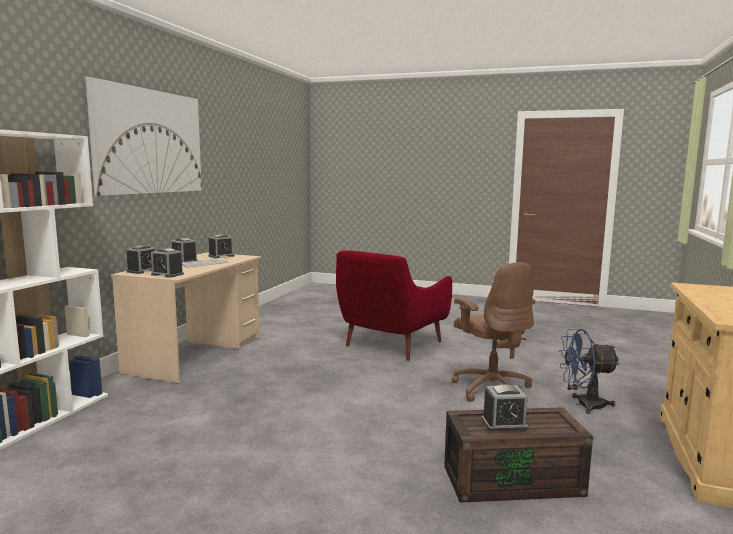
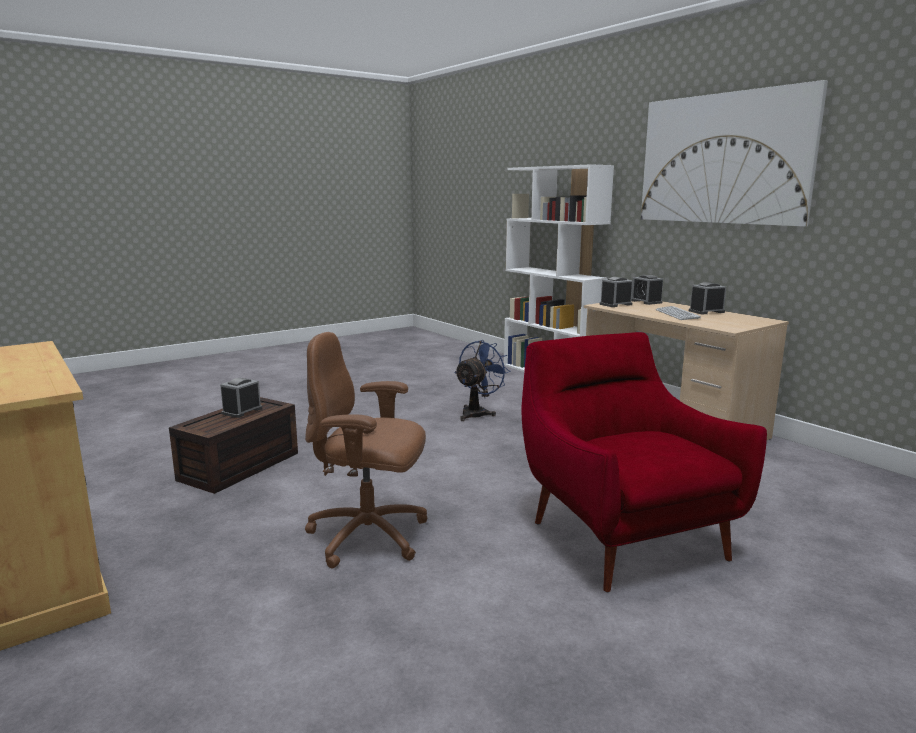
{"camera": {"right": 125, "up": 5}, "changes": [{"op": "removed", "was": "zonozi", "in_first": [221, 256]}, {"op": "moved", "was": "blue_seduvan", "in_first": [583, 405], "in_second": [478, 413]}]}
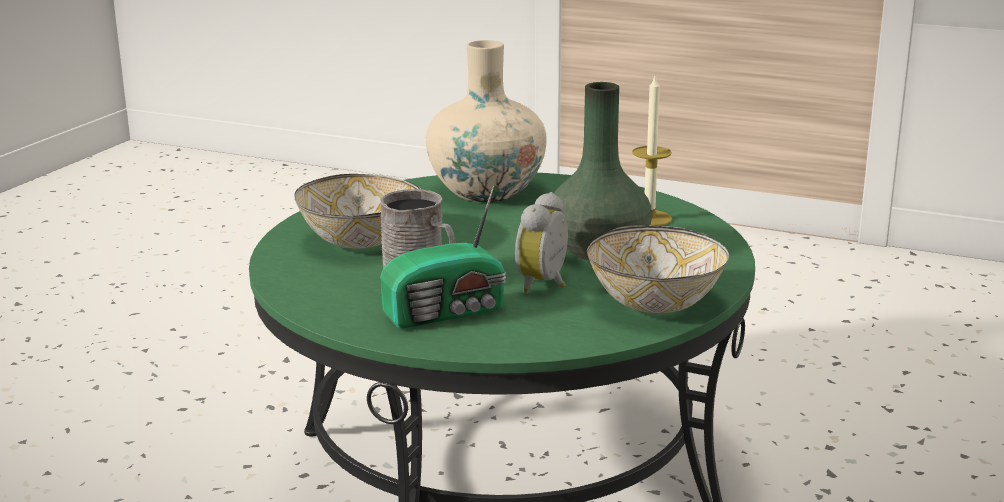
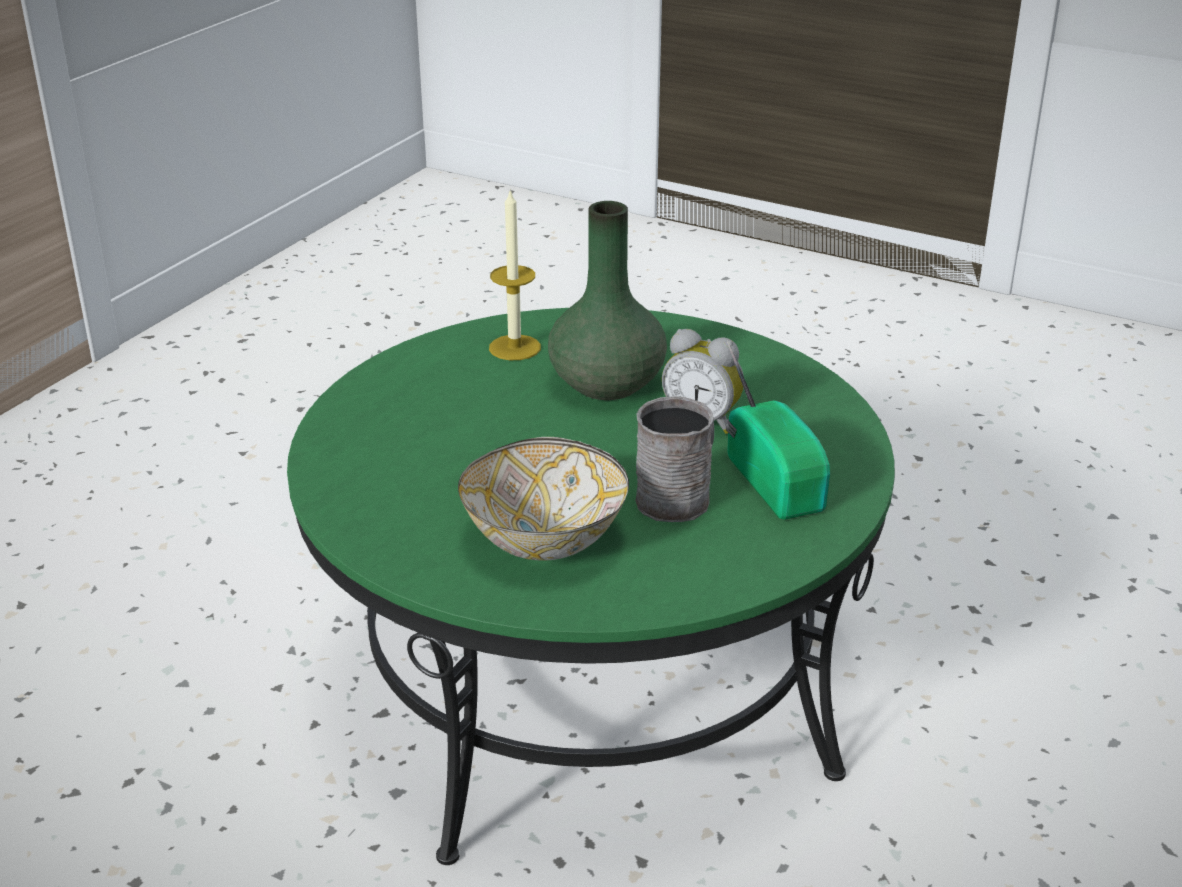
{"camera": {"right": -85, "up": 10}, "changes": [{"op": "removed", "was": "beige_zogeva", "in_first": [486, 191]}, {"op": "removed", "was": "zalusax", "in_first": [655, 303]}]}
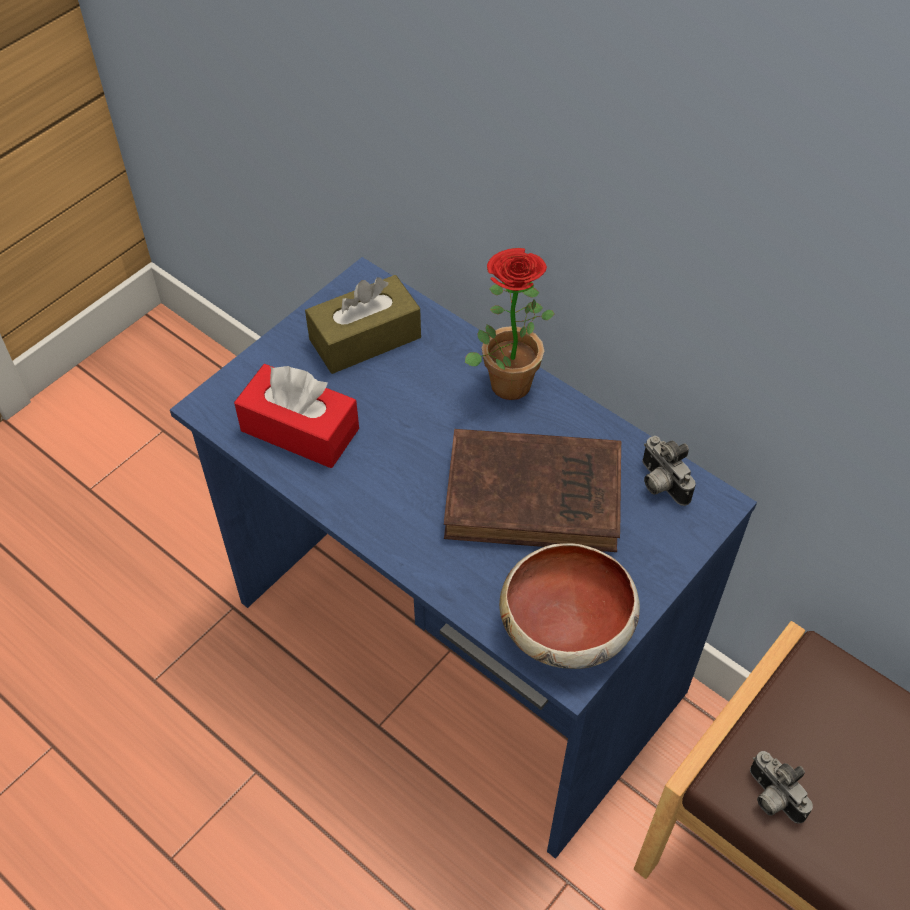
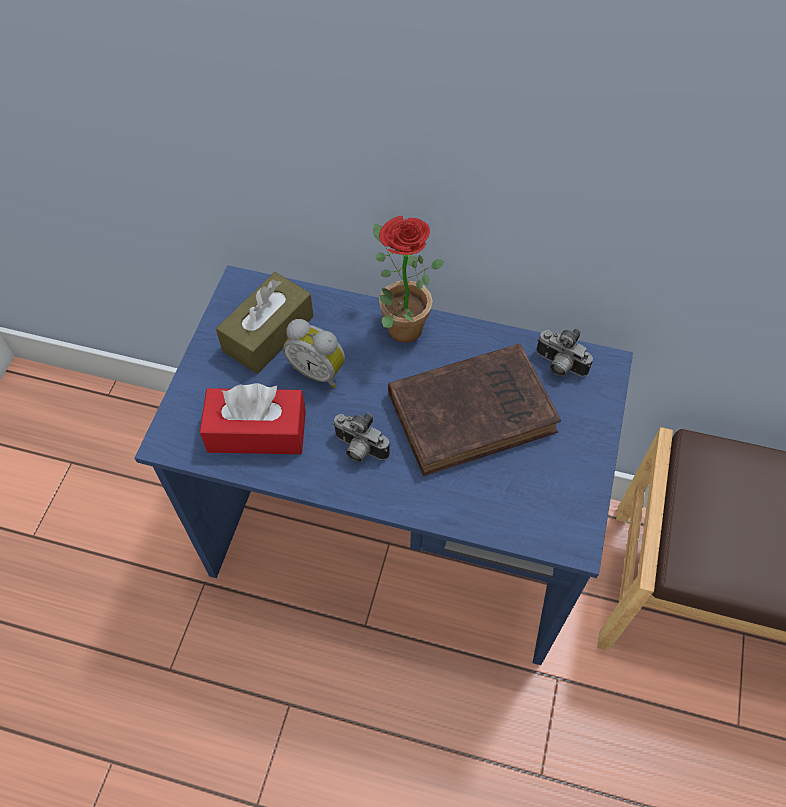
{"camera": {"right": -25, "up": 5}, "changes": [{"op": "removed", "was": "zalusax", "in_first": [567, 625]}, {"op": "moved", "was": "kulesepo", "in_first": [771, 798], "in_second": [359, 449]}, {"op": "added", "now": "zonozi", "in_second": [318, 371]}]}
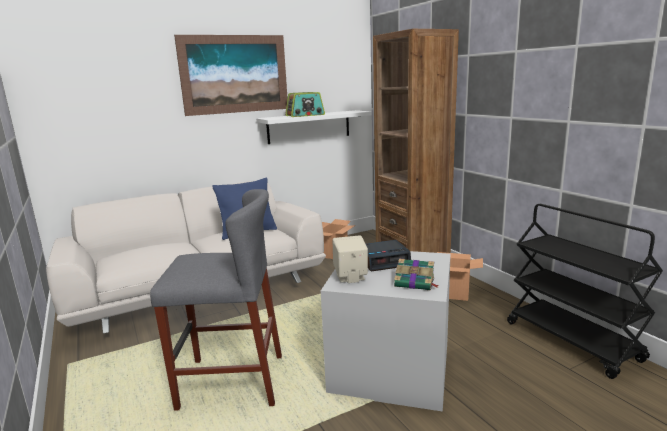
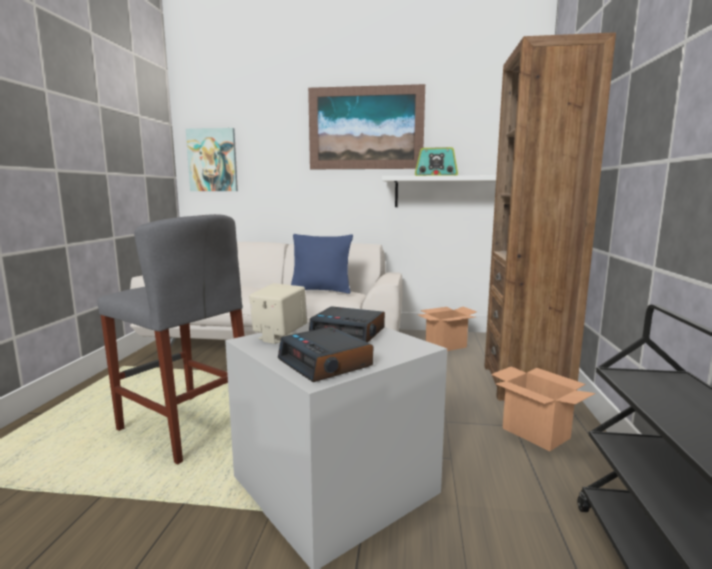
{"camera": {"right": 35, "up": -5}, "changes": [{"op": "replaced", "was": "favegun", "now": "zonozi", "in_first": [415, 283], "in_second": [326, 363]}, {"op": "added", "now": "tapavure", "in_second": [212, 160]}]}
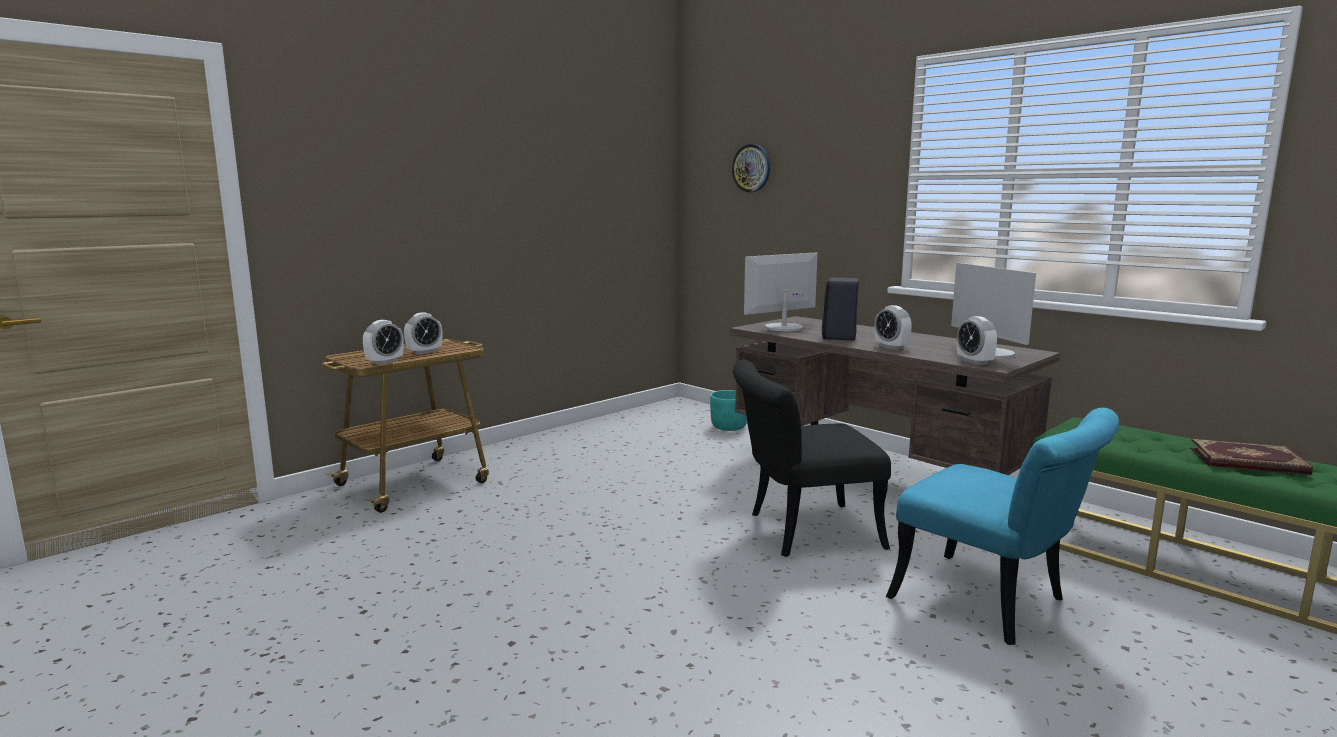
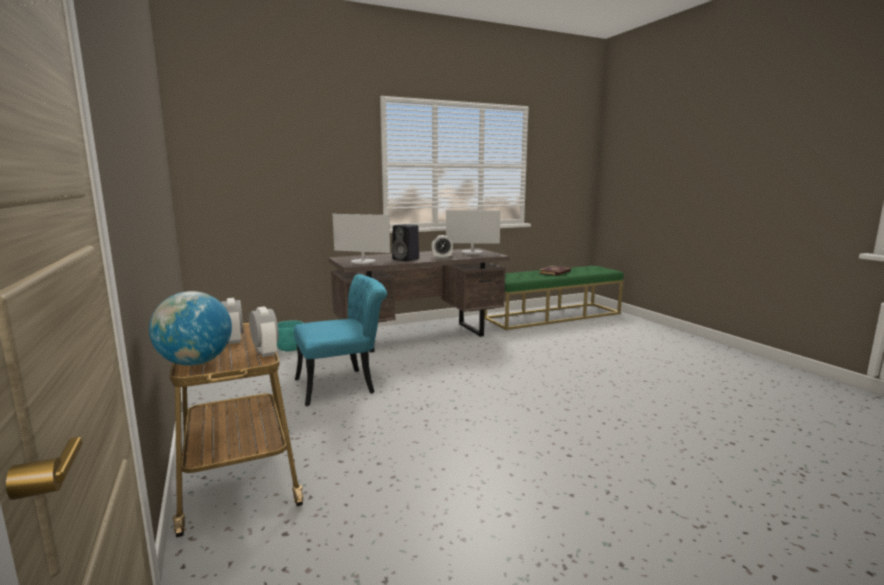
{"camera": {"right": -70, "up": 0}, "changes": [{"op": "removed", "was": "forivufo", "in_first": [751, 168]}, {"op": "turned", "was": "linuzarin", "in_first": [783, 328], "in_second": [363, 262], "clockwise": -60}, {"op": "removed", "was": "zonozi", "in_first": [974, 362]}, {"op": "removed", "was": "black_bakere", "in_first": [801, 532]}, {"op": "moved", "was": "turquoise_bakere", "in_first": [994, 604], "in_second": [343, 385]}, {"op": "added", "now": "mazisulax", "in_second": [195, 363]}]}
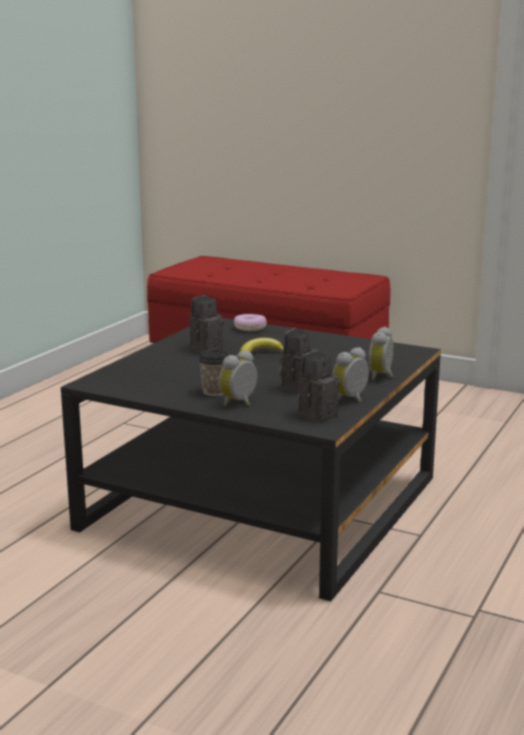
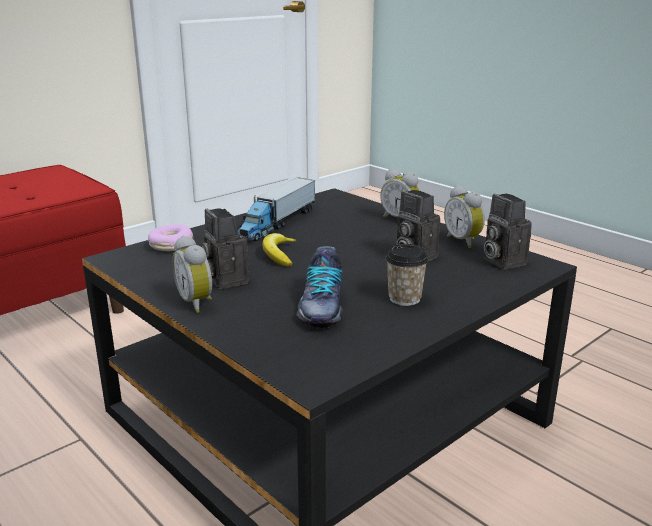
{"camera": {"right": -70, "up": 5}, "changes": [{"op": "moved", "was": "zonozi", "in_first": [240, 403], "in_second": [197, 302]}, {"op": "added", "now": "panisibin", "in_second": [277, 223]}, {"op": "added", "now": "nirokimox", "in_second": [320, 307]}]}
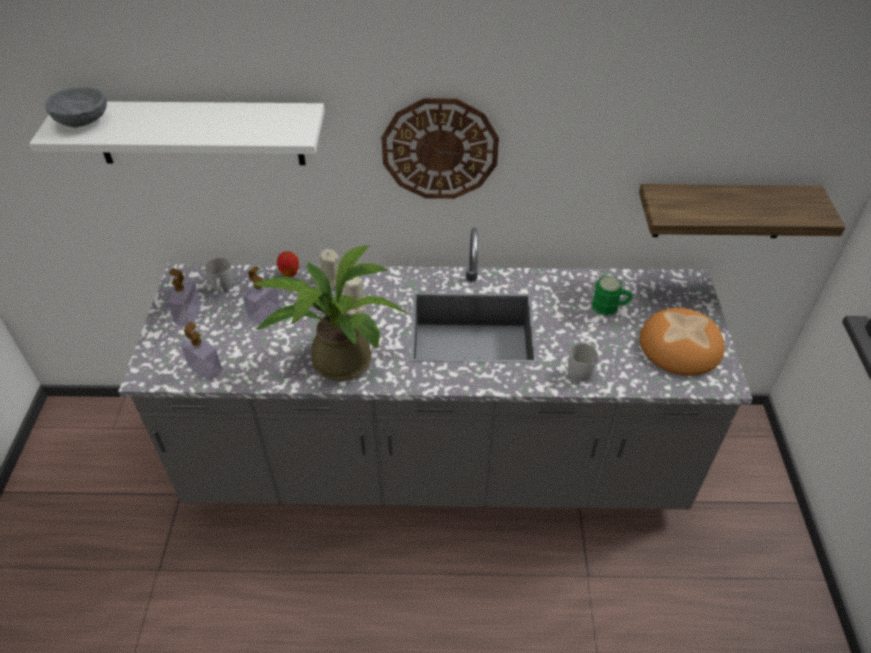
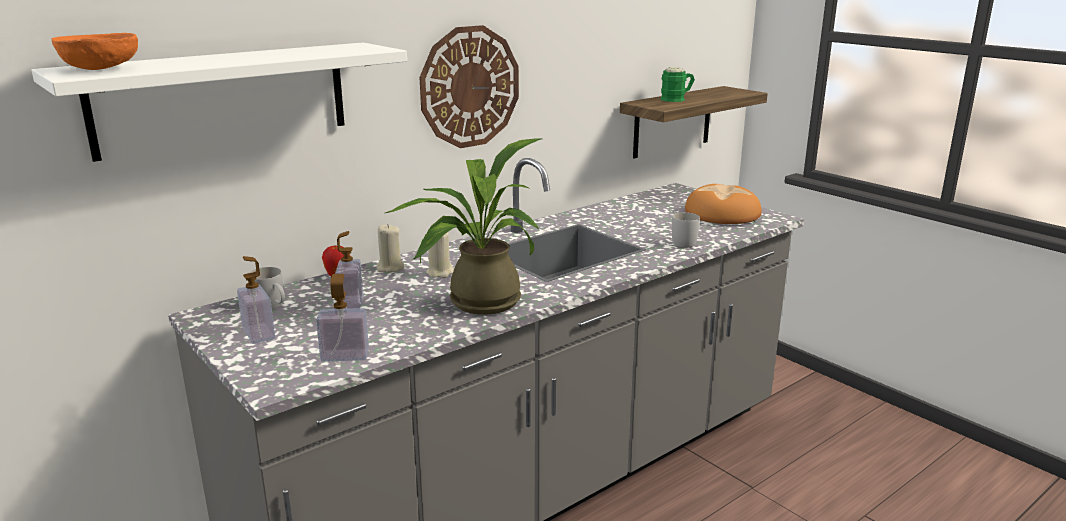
{"camera": {"right": -40, "up": -25}, "changes": [{"op": "recoloured", "was": "grey_zalusax", "now": "orange_zalusax", "in_first": [82, 121], "in_second": [101, 69]}, {"op": "moved", "was": "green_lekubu", "in_first": [610, 307], "in_second": [677, 99]}]}
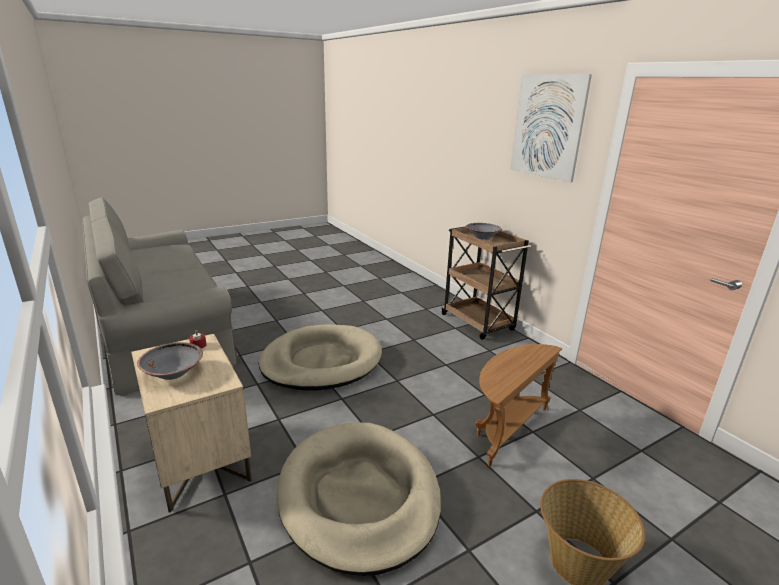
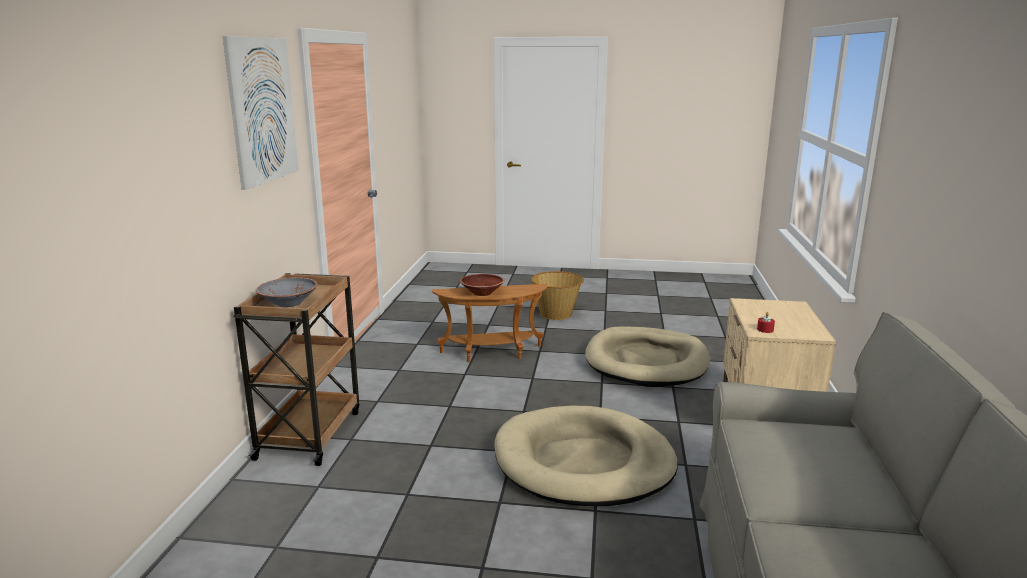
{"camera": {"right": -140, "up": -5}, "changes": [{"op": "removed", "was": "grey_zalusax", "in_first": [173, 373]}, {"op": "added", "now": "brown_zalusax", "in_second": [482, 293]}]}
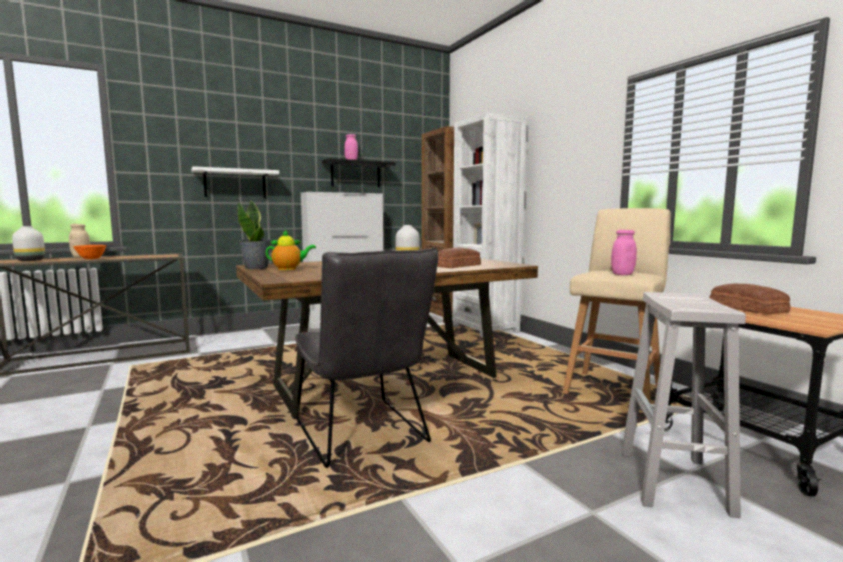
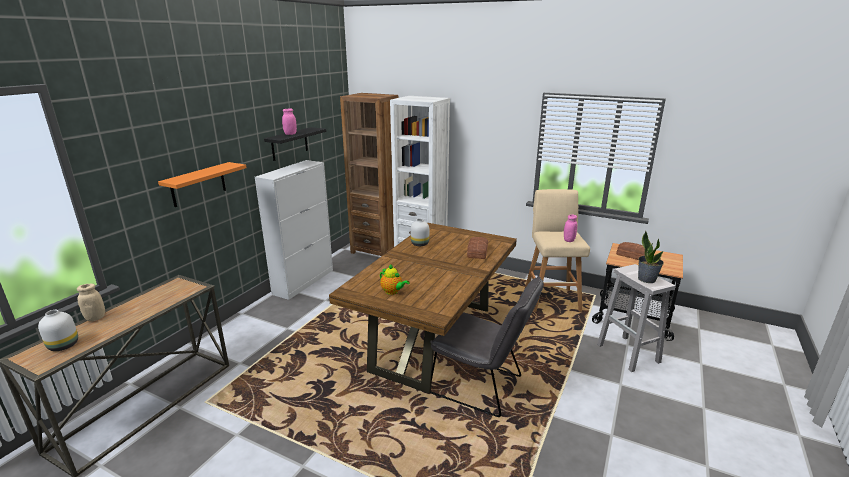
{"camera": {"right": -35, "up": 15}, "changes": [{"op": "recoloured", "was": "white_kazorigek", "now": "orange_kazorigek", "in_first": [235, 184], "in_second": [198, 184]}, {"op": "moved", "was": "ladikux", "in_first": [256, 268], "in_second": [646, 279]}, {"op": "turned", "was": "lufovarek", "in_first": [289, 269], "in_second": [393, 292], "clockwise": 90}, {"op": "removed", "was": "orange_zalusax", "in_first": [91, 259]}]}
